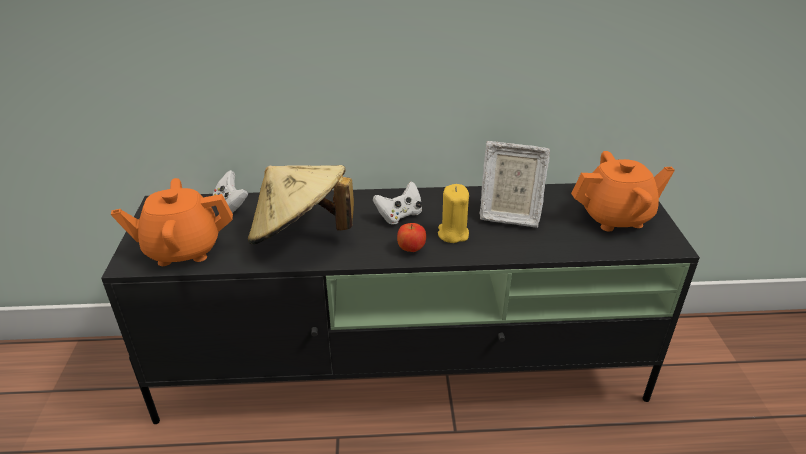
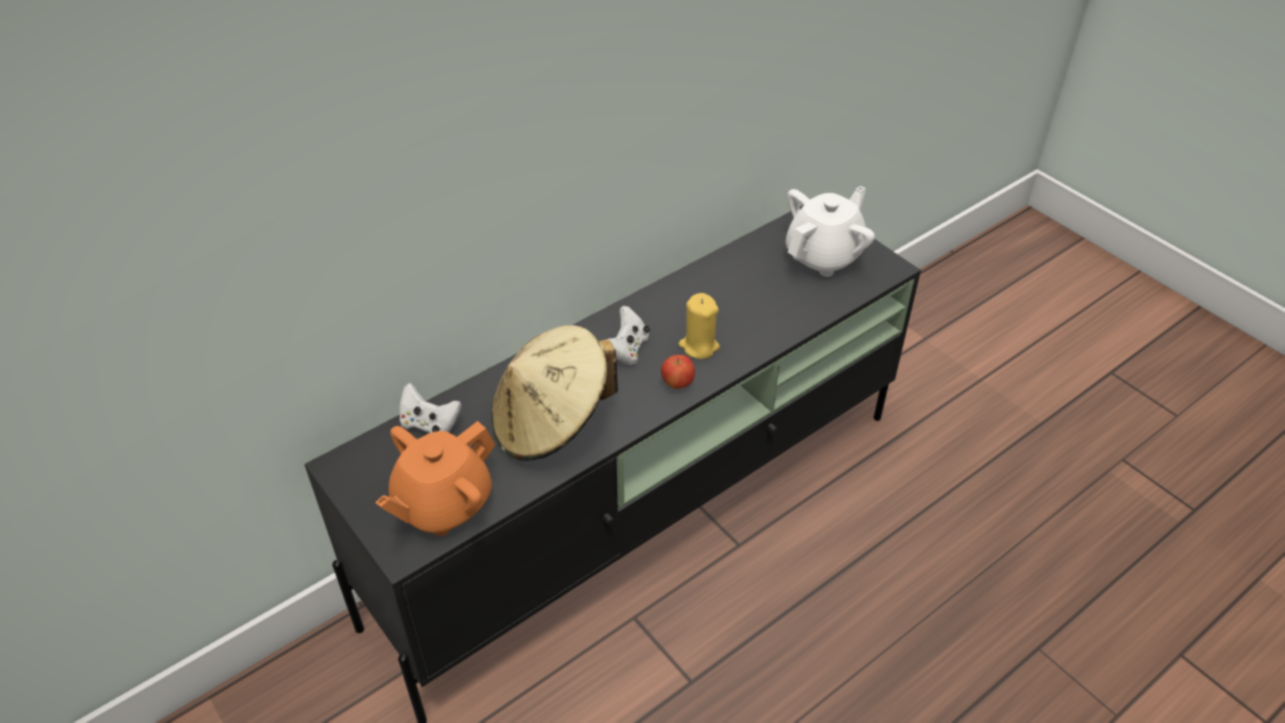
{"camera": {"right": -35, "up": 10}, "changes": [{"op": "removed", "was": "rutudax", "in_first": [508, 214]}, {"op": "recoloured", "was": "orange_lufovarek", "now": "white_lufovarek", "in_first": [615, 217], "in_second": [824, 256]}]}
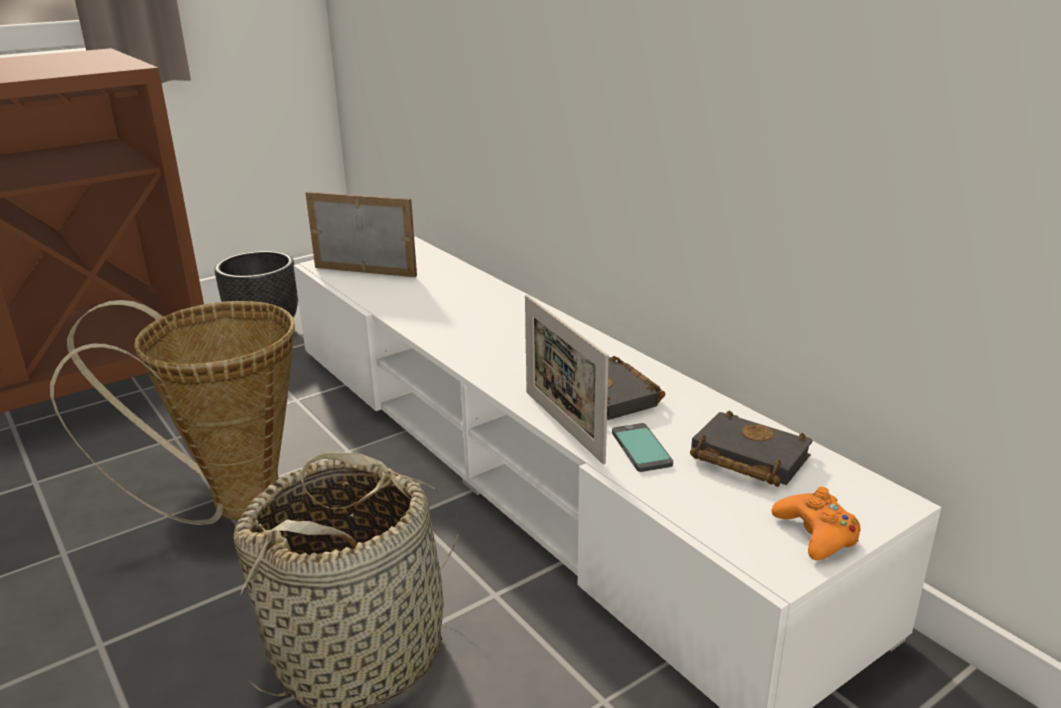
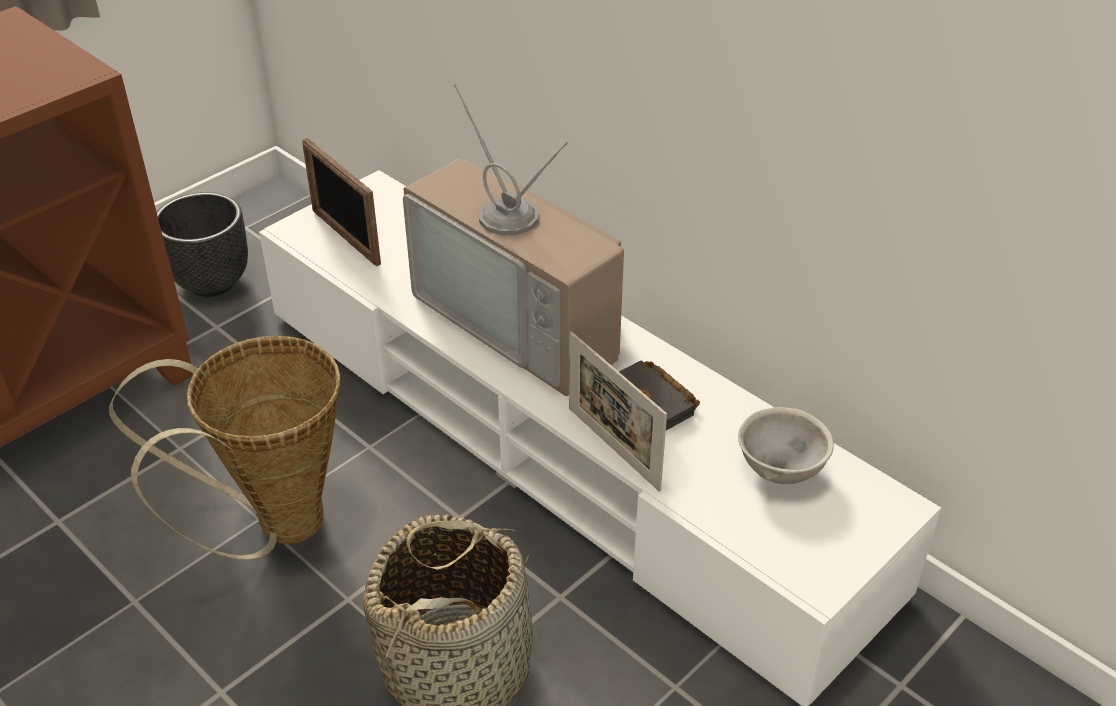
{"camera": {"right": -10, "up": 15}, "changes": [{"op": "turned", "was": "rutudax", "in_first": [365, 271], "in_second": [345, 237], "clockwise": -135}, {"op": "replaced", "was": "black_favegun", "now": "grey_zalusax", "in_first": [745, 457], "in_second": [779, 470]}, {"op": "removed", "was": "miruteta", "in_first": [641, 449]}, {"op": "removed", "was": "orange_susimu", "in_first": [816, 534]}, {"op": "added", "now": "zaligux", "in_second": [525, 320]}]}
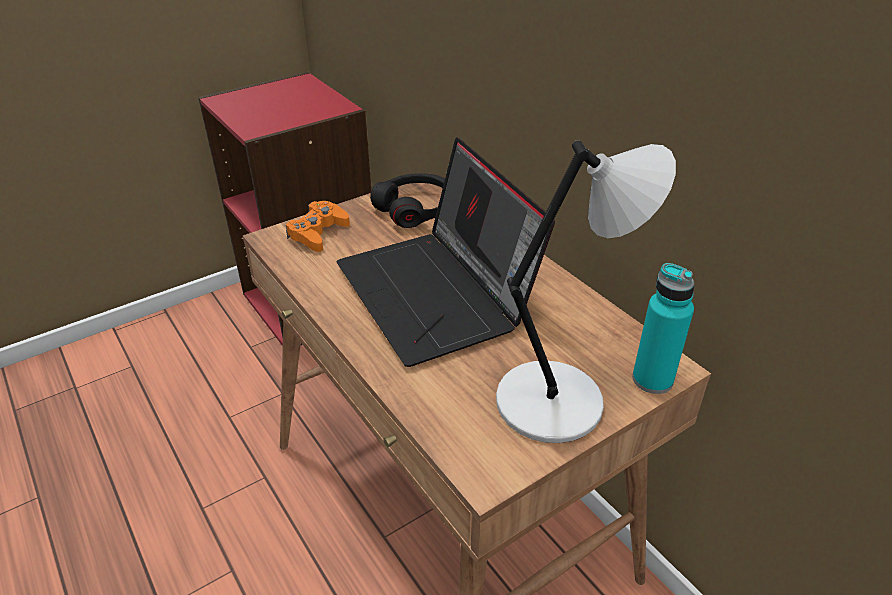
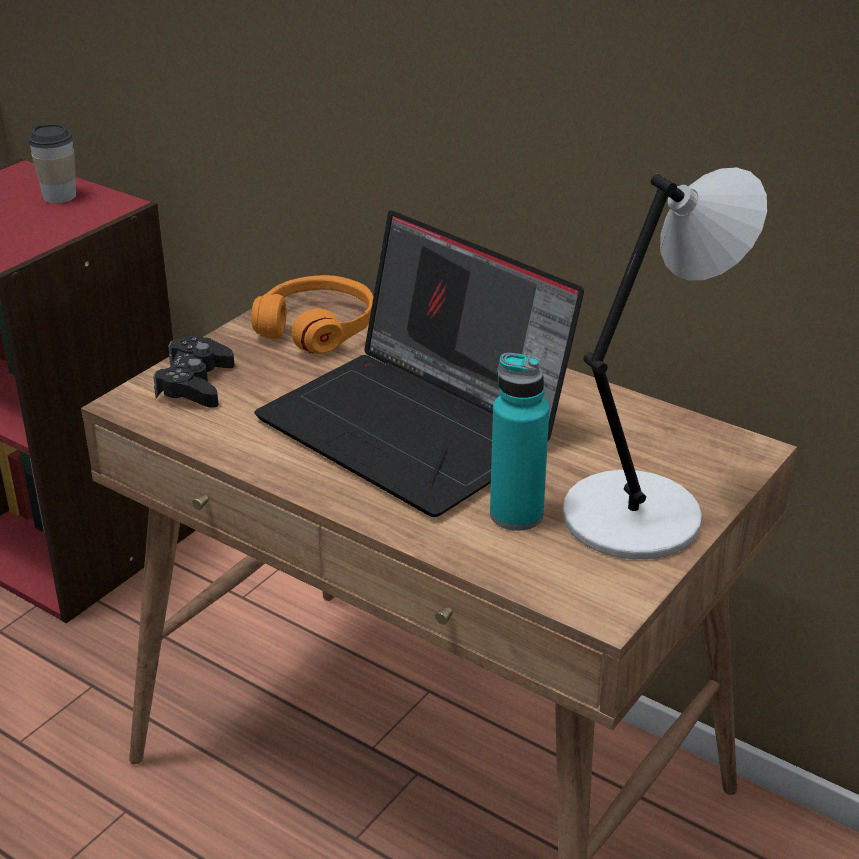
{"camera": {"right": -20, "up": -5}, "changes": [{"op": "recoloured", "was": "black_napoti", "now": "orange_napoti", "in_first": [416, 209], "in_second": [317, 328]}, {"op": "recoloured", "was": "orange_susimu", "now": "black_susimu", "in_first": [318, 233], "in_second": [195, 384]}, {"op": "moved", "was": "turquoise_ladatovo", "in_first": [652, 379], "in_second": [516, 515]}, {"op": "added", "now": "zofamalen", "in_second": [59, 196]}]}
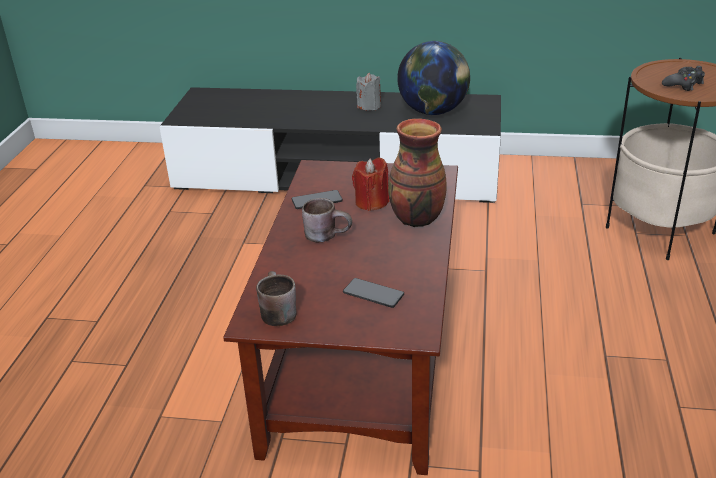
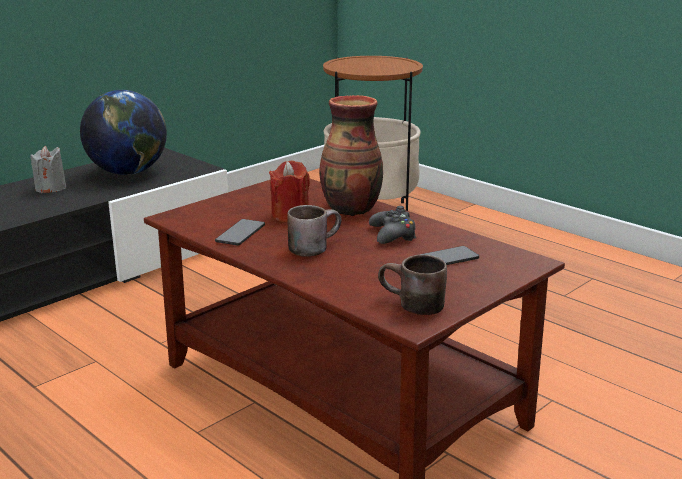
{"camera": {"right": -55, "up": -10}, "changes": [{"op": "moved", "was": "black_susimu", "in_first": [683, 84], "in_second": [392, 235]}]}
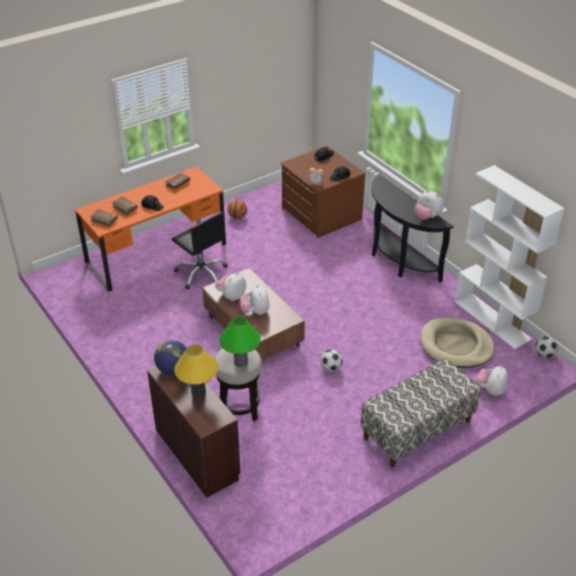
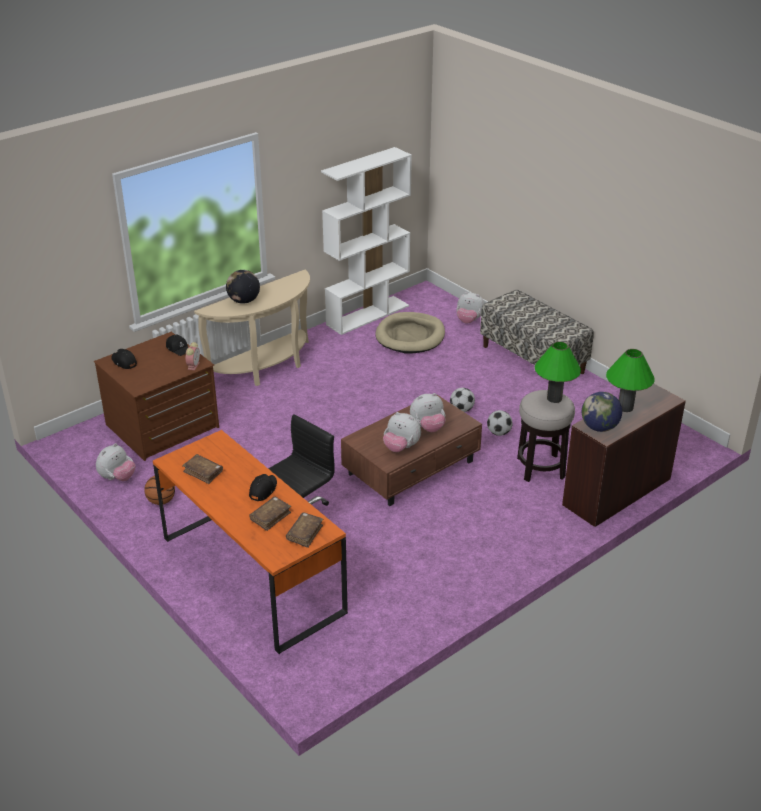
{"camera": {"right": -95, "up": -5}, "changes": [{"op": "recoloured", "was": "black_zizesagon", "now": "beige_zizesagon", "in_first": [397, 260], "in_second": [266, 368]}, {"op": "moved", "was": "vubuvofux", "in_first": [427, 217], "in_second": [117, 478]}, {"op": "moved", "was": "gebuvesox", "in_first": [544, 354], "in_second": [499, 433]}, {"op": "recoloured", "was": "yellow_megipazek", "now": "green_megipazek", "in_first": [198, 392], "in_second": [625, 407]}, {"op": "added", "now": "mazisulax", "in_second": [244, 301]}]}
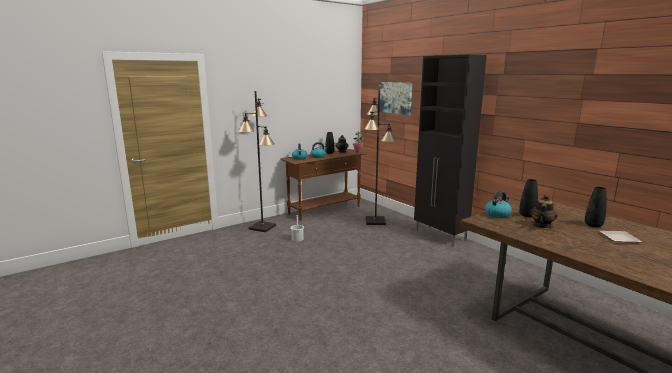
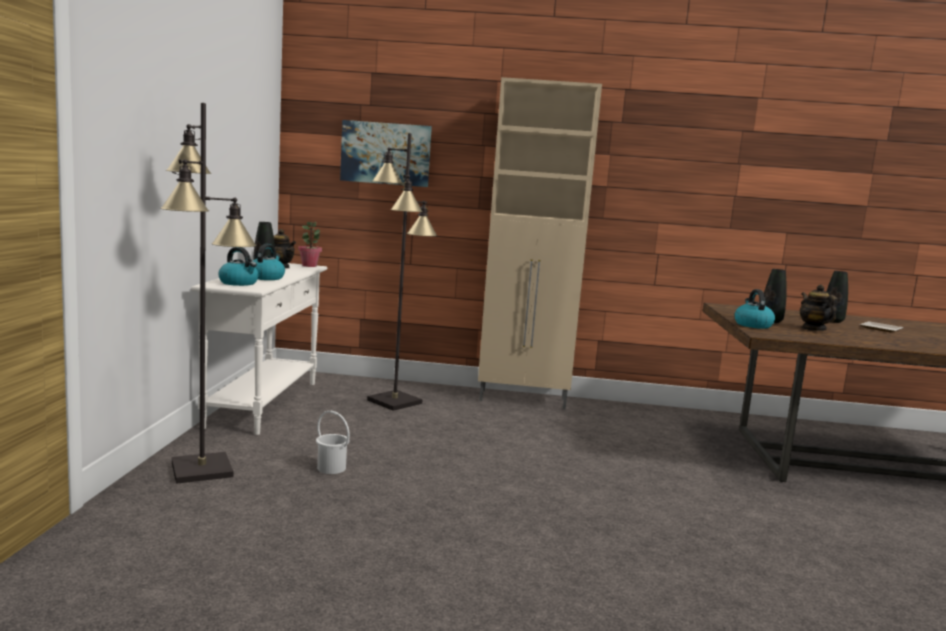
{"camera": {"right": -50, "up": -5}, "changes": [{"op": "recoloured", "was": "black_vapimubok", "now": "beige_vapimubok", "in_first": [440, 236], "in_second": [524, 400]}, {"op": "recoloured", "was": "brown_zizesagon", "now": "white_zizesagon", "in_first": [325, 210], "in_second": [264, 404]}]}
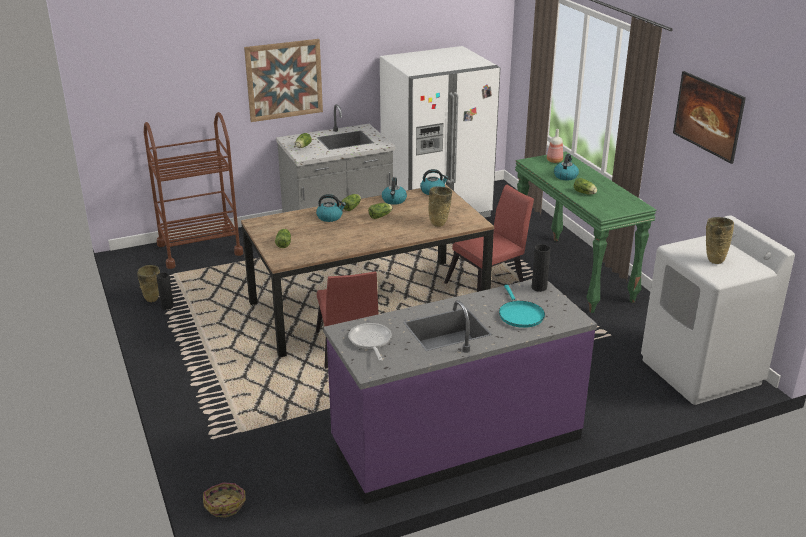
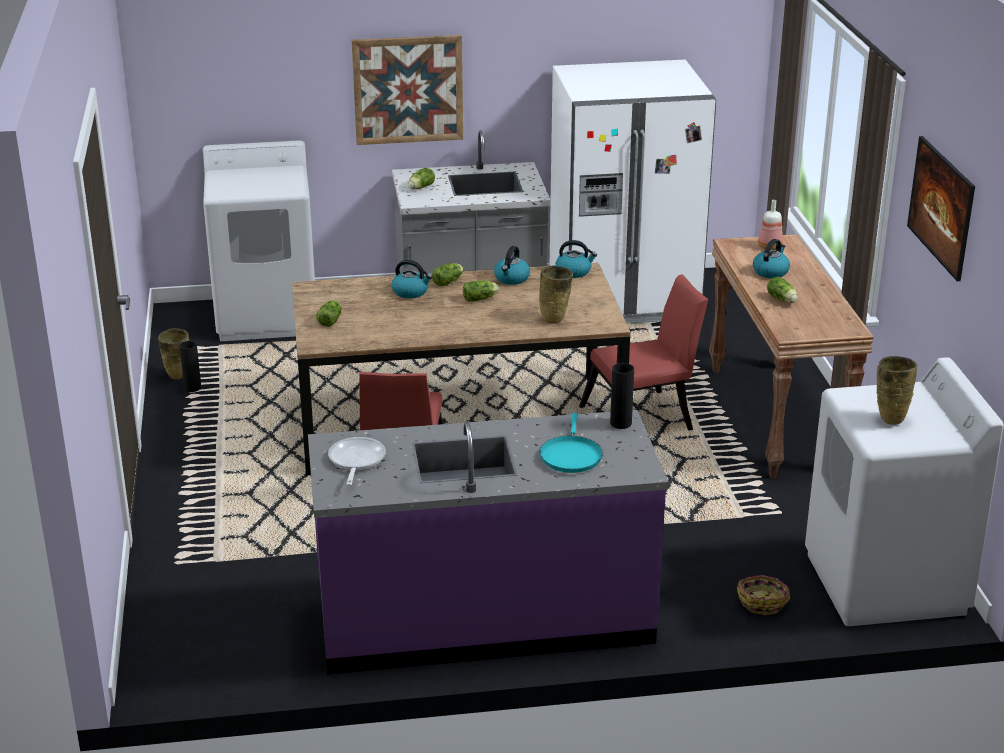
{"camera": {"right": 15, "up": 0}, "changes": [{"op": "replaced", "was": "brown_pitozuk", "now": "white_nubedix", "in_first": [200, 249], "in_second": [267, 316]}, {"op": "recoloured", "was": "green_zizesagon", "now": "brown_zizesagon", "in_first": [573, 273], "in_second": [777, 418]}, {"op": "moved", "was": "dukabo", "in_first": [225, 505], "in_second": [763, 602]}]}
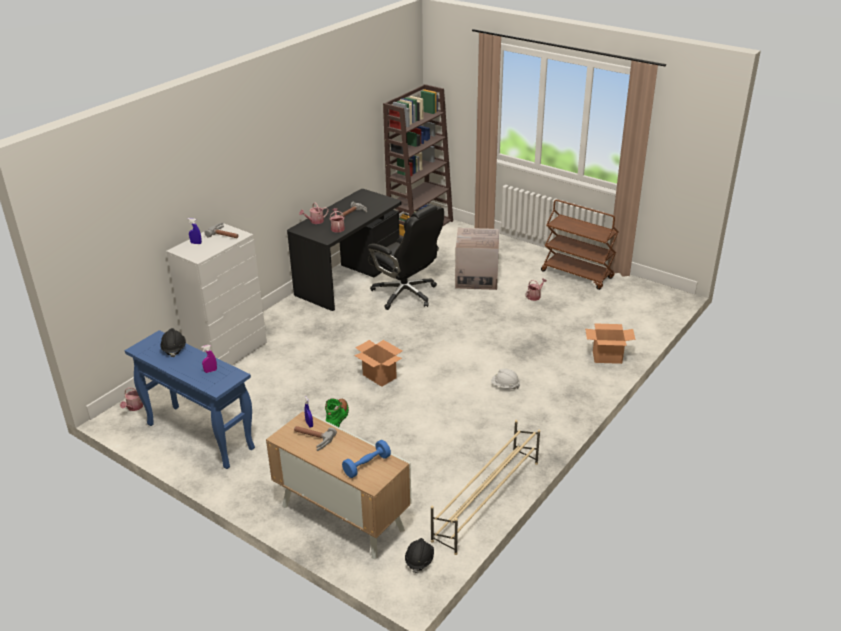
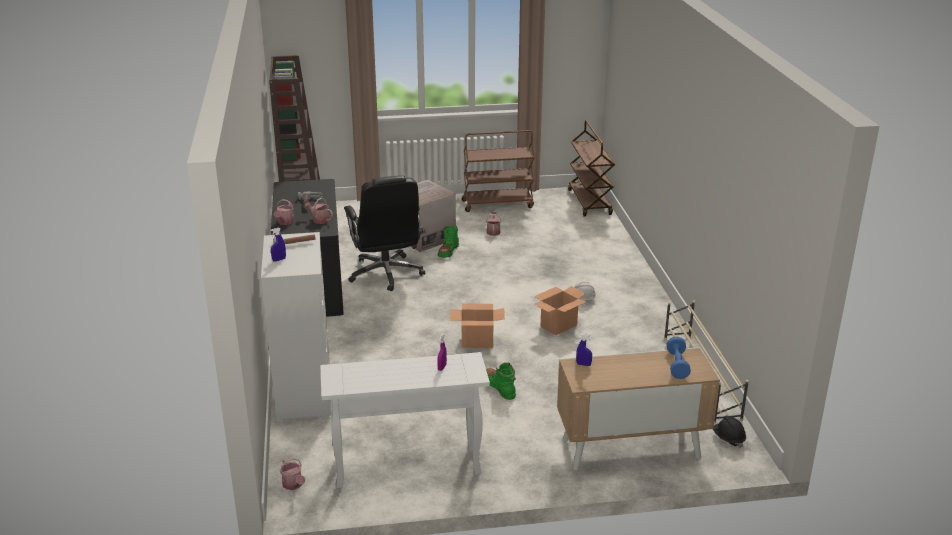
{"camera": {"right": -45, "up": -5}, "changes": [{"op": "turned", "was": "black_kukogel", "in_first": [406, 294], "in_second": [386, 274], "clockwise": 75}, {"op": "moved", "was": "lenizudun", "in_first": [606, 357], "in_second": [558, 326]}, {"op": "removed", "was": "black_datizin", "in_first": [174, 349]}, {"op": "recoloured", "was": "blue_zizesagon", "now": "white_zizesagon", "in_first": [199, 436], "in_second": [406, 468]}, {"op": "removed", "was": "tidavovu", "in_first": [311, 440]}, {"op": "added", "now": "brown_pitozuk", "in_second": [590, 202]}, {"op": "added", "now": "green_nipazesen", "in_second": [448, 251]}]}
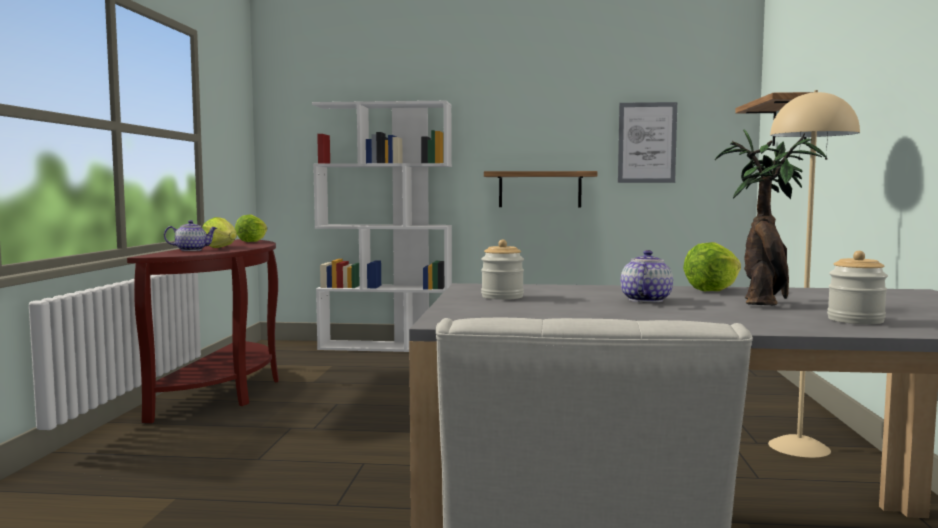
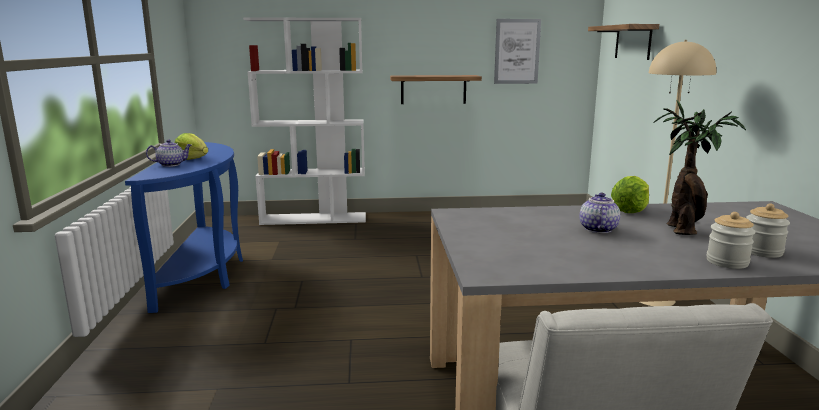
{"camera": {"right": -10, "up": 10}, "changes": [{"op": "removed", "was": "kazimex", "in_first": [252, 241]}, {"op": "recoloured", "was": "brown_zizesagon", "now": "blue_zizesagon", "in_first": [226, 391], "in_second": [204, 274]}, {"op": "moved", "was": "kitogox", "in_first": [502, 297], "in_second": [727, 262]}]}
